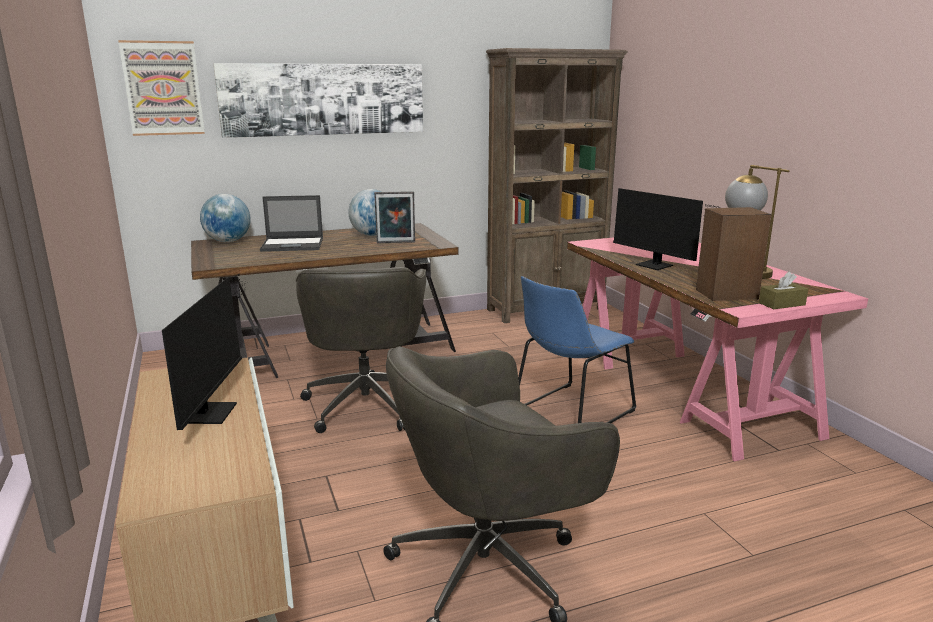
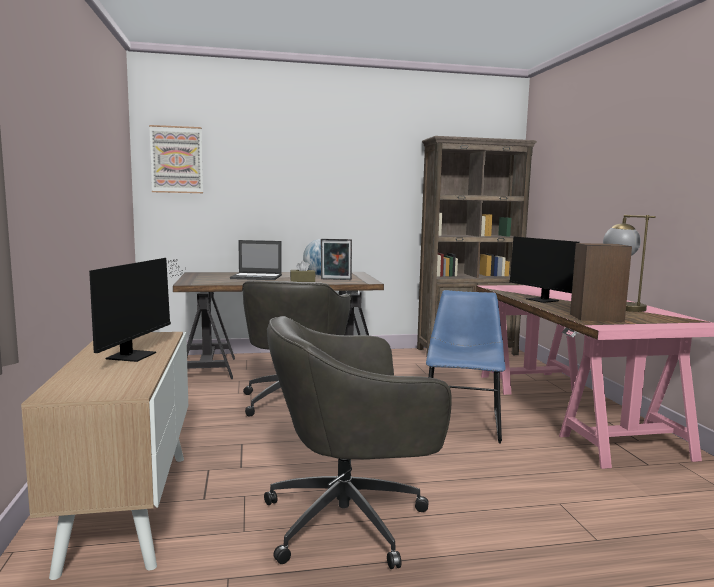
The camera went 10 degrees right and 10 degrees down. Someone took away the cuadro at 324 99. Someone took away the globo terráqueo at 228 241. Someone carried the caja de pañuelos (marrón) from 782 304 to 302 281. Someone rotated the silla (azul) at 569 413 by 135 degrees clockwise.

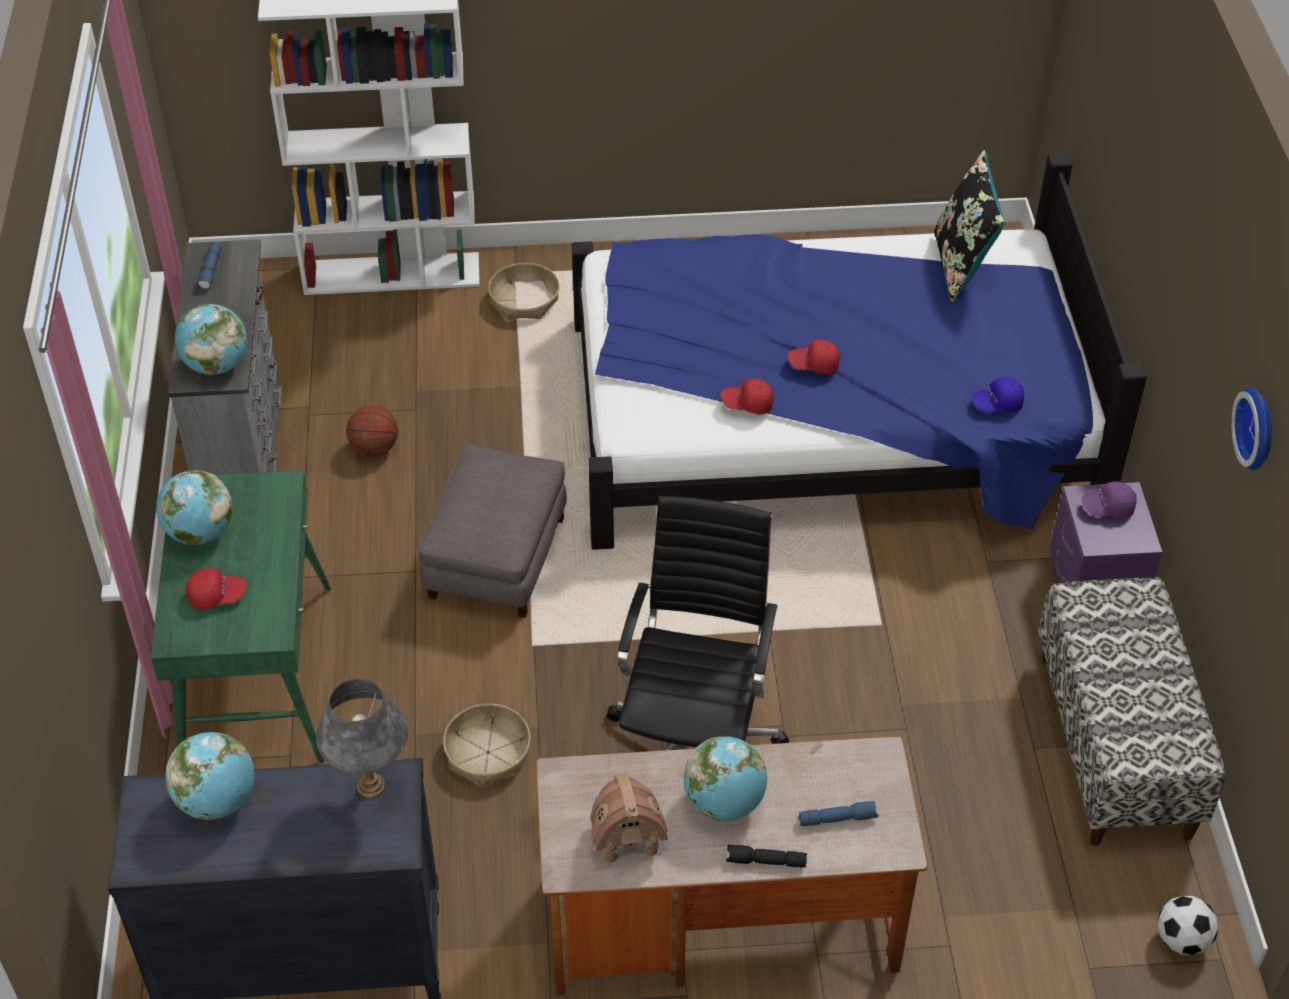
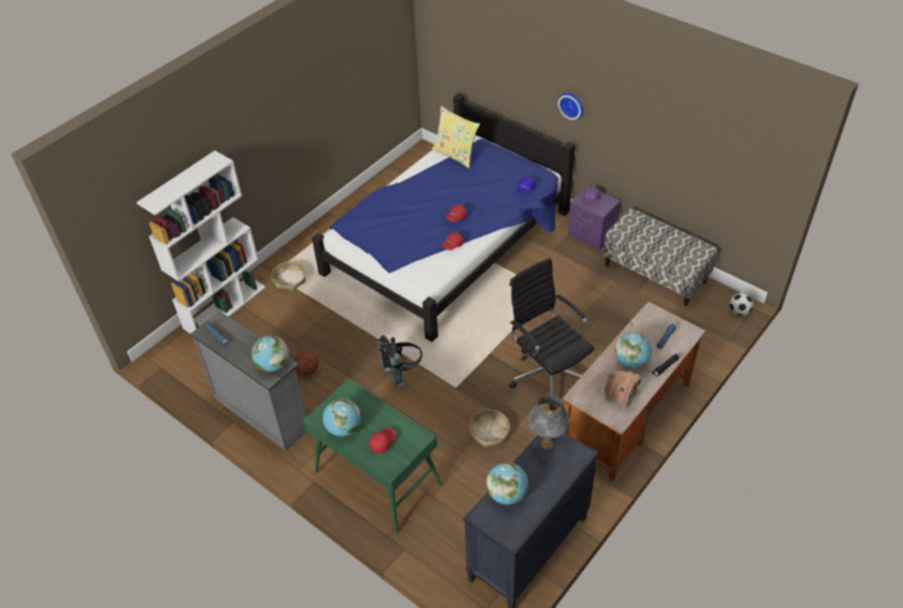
The camera went 45 degrees left and 0 degrees up. Someone repainted the cojín (negro) at 962 265, which became the cojín (amarillo) at 455 155. Someone carried the reloj de pared from 1259 428 to 572 105. Someone swapped the puf (gris) at 496 557 for the mochila (negro) at 403 370.

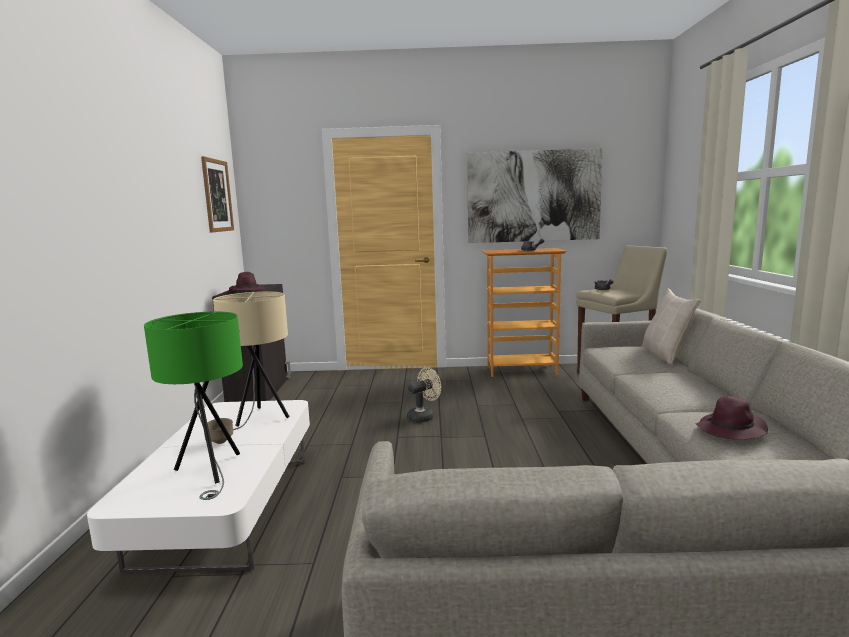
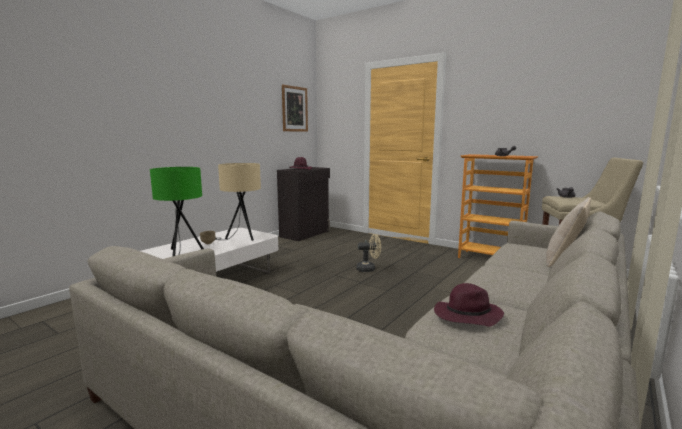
The camera went 35 degrees right and 0 degrees up. Someone took away the cuadro at 533 196.

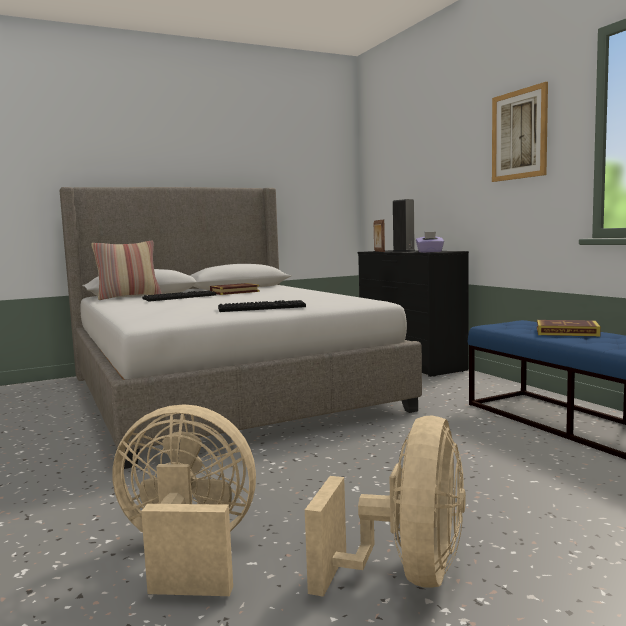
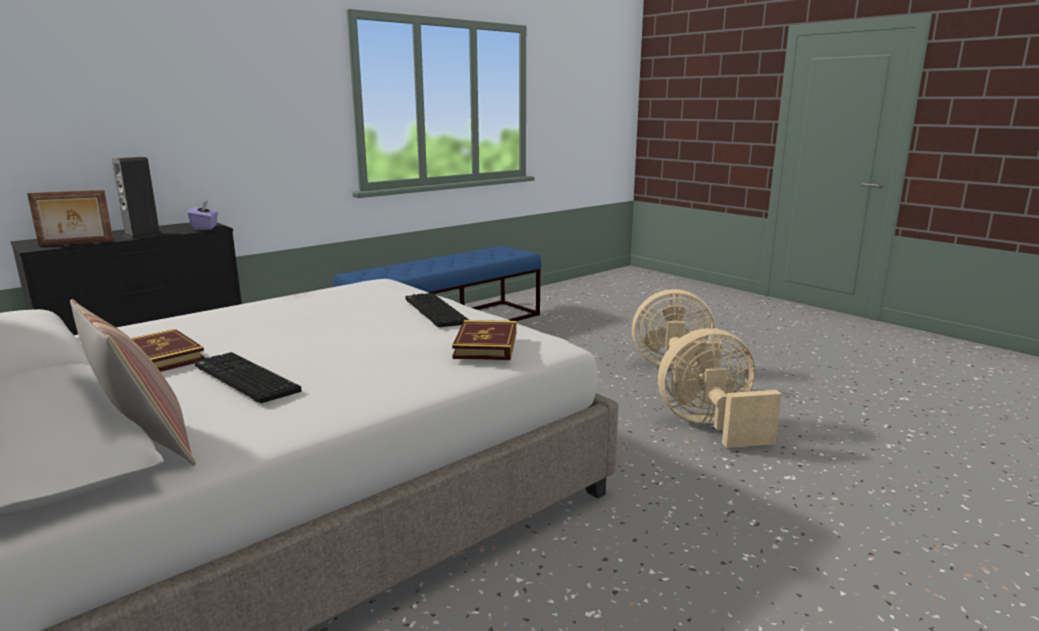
The camera went 105 degrees left and 10 degrees up. Someone took away the cuadro at 519 134. Someone carried the libro from 567 332 to 486 345. Someone rotated the ventilador (beis) at 188 554 by 90 degrees clockwise.

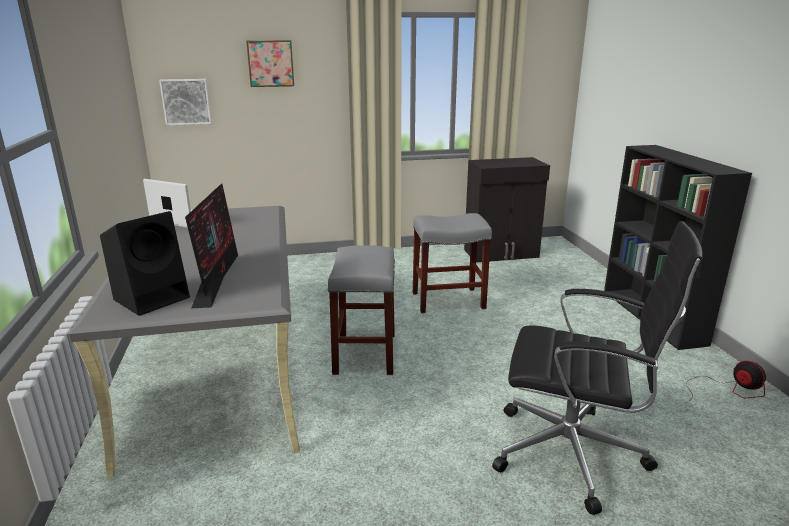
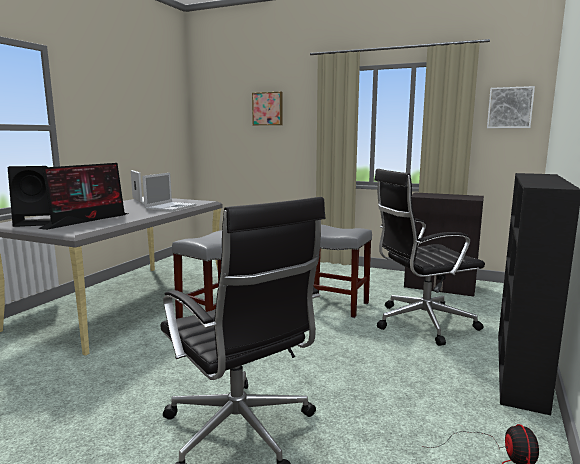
The camera went 35 degrees right and 10 degrees down. Someone carried the cuadro from 186 101 to 510 108. Someone put down the silla de oficina (negro) at 421 323. Someone put down the portátil at 171 207.

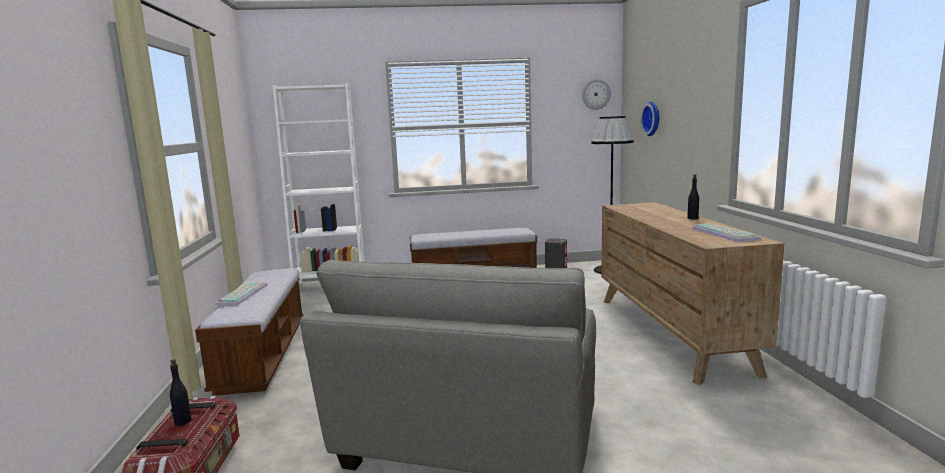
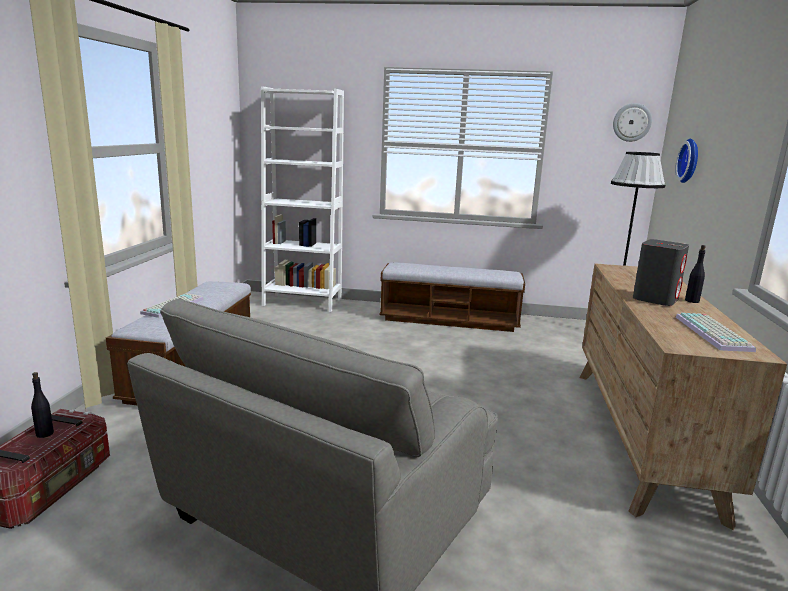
The camera went 15 degrees right and 5 degrees up. Someone carried the altavoz (gris) from 556 269 to 655 299.

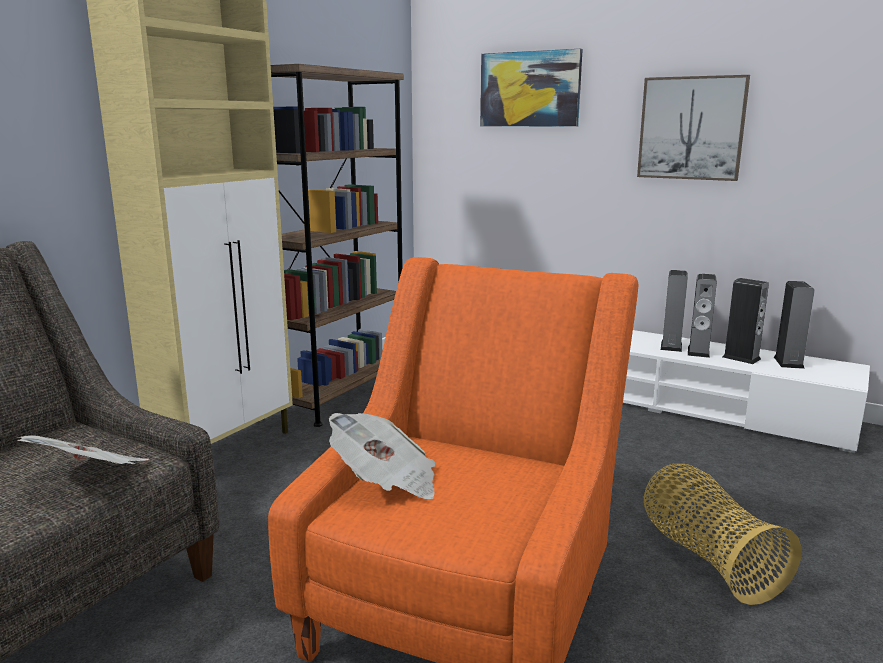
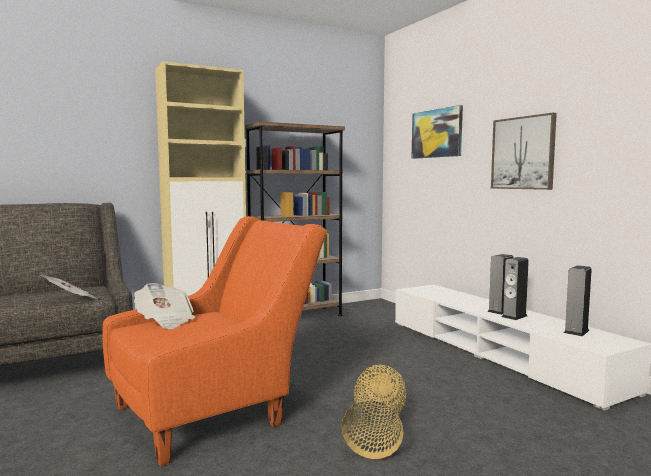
The camera went 30 degrees right and 10 degrees down. Someone took away the altavoz at 741 358.

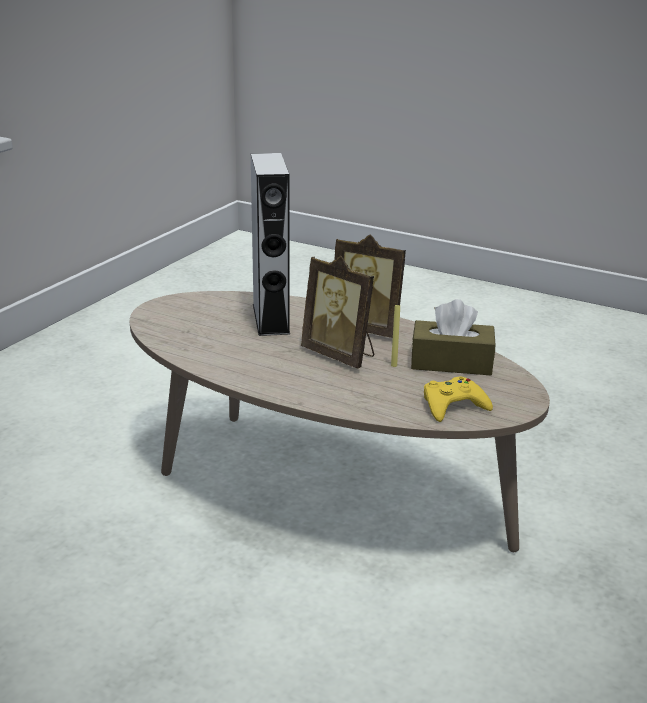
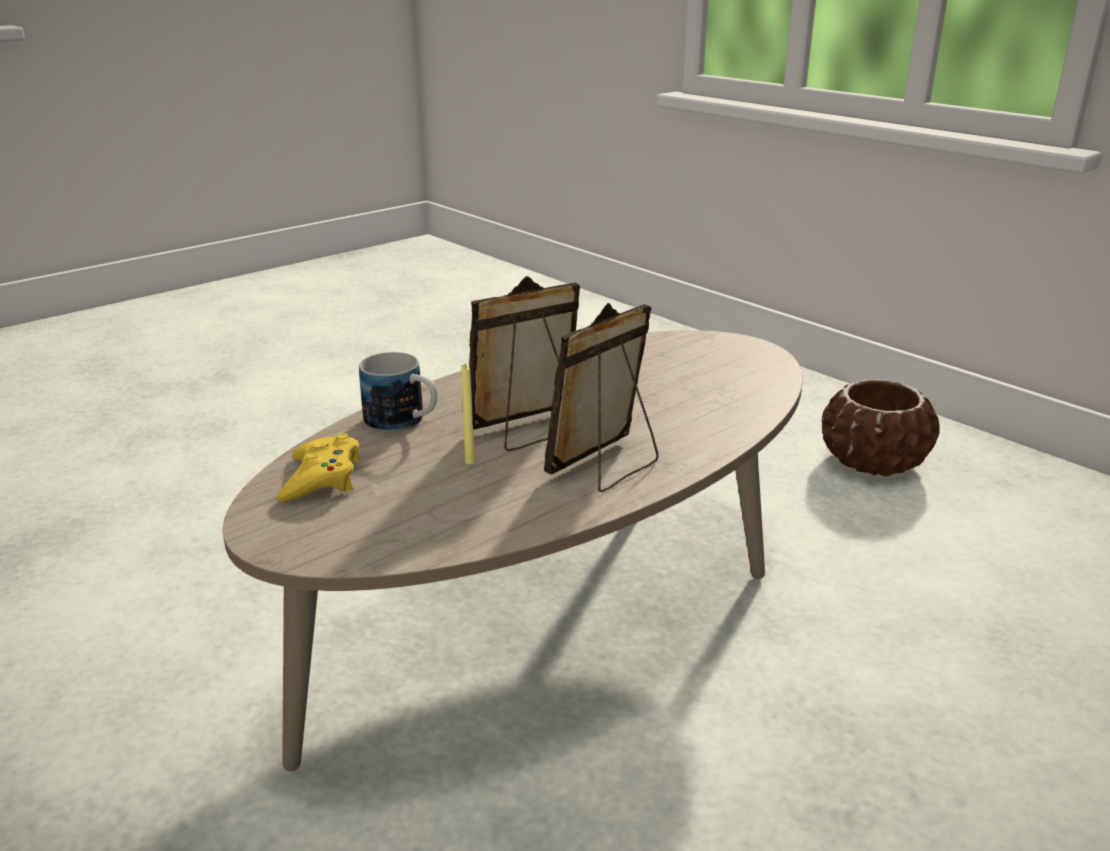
The camera went 110 degrees right and 0 degrees up. Someone took away the altavoz (gris) at 270 318. Someone took away the caja de pañuelos (marrón) at 451 363. Someone put down the taza grande at 404 423. Someone put down the maceta (marrón) at 873 461.

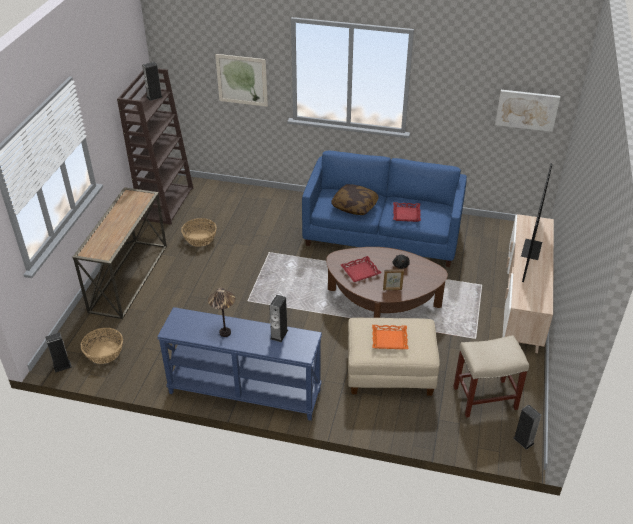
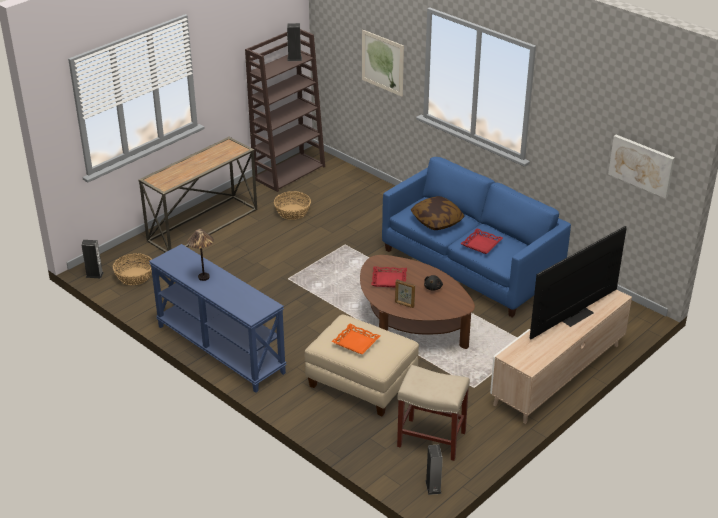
The camera went 30 degrees right and 5 degrees down. Someone took away the altavoz at 279 334.

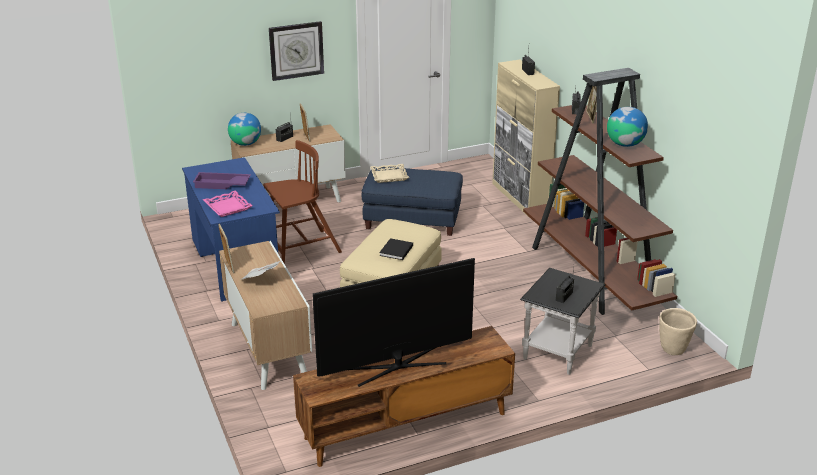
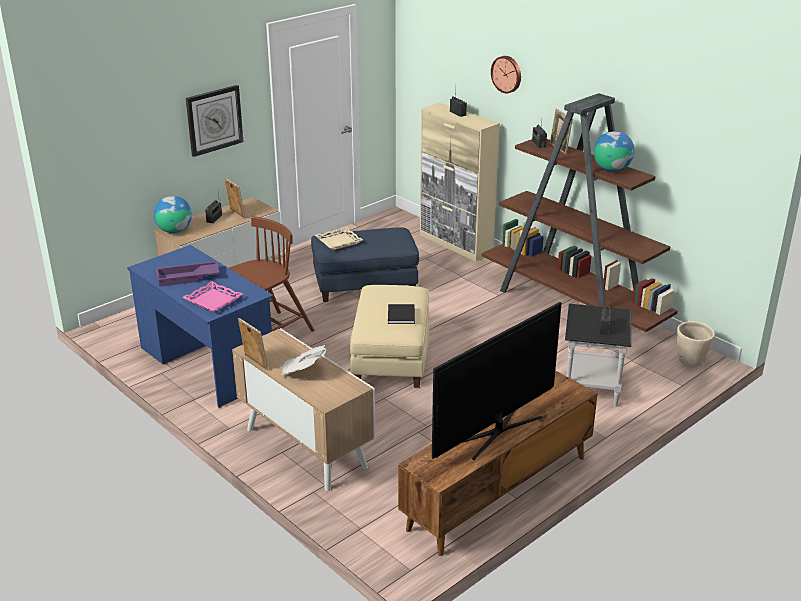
The camera went 20 degrees left and 0 degrees up. Someone put up the reloj de pared at 507 74.

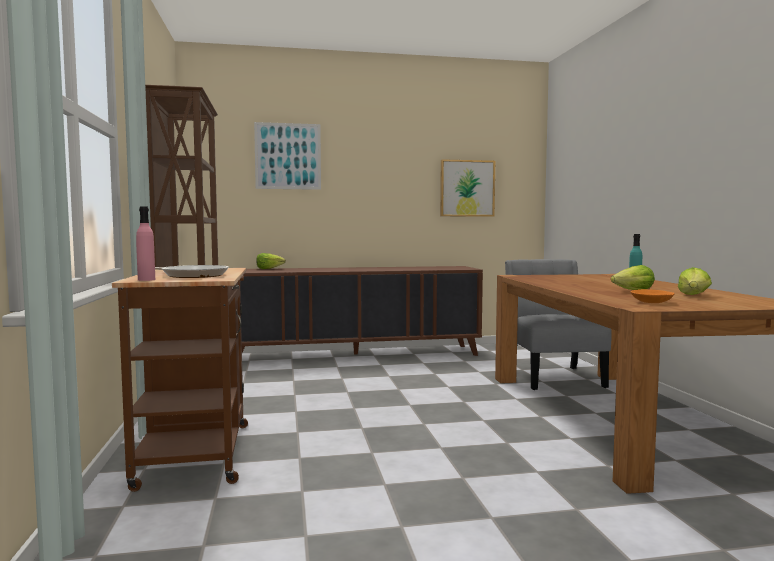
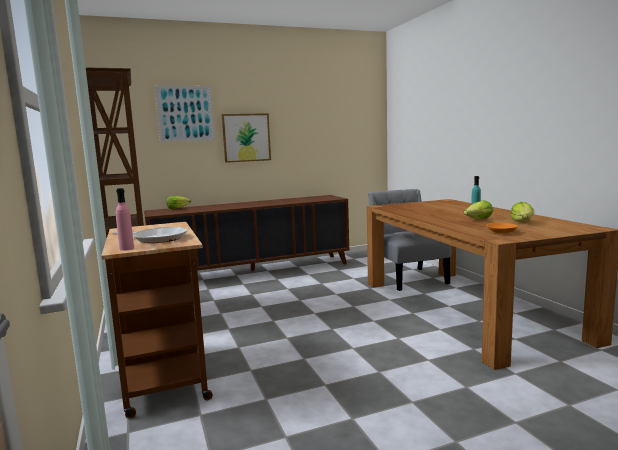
The camera went 10 degrees left and 5 degrees up. Someone carried the cuadro from 467 188 to 246 137.

